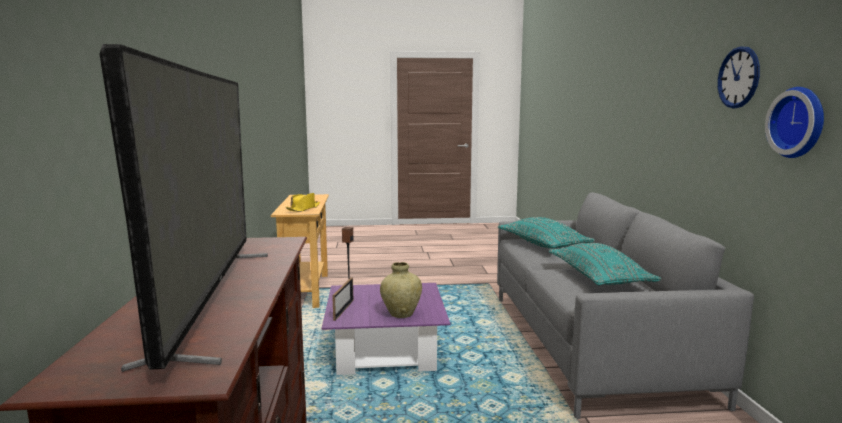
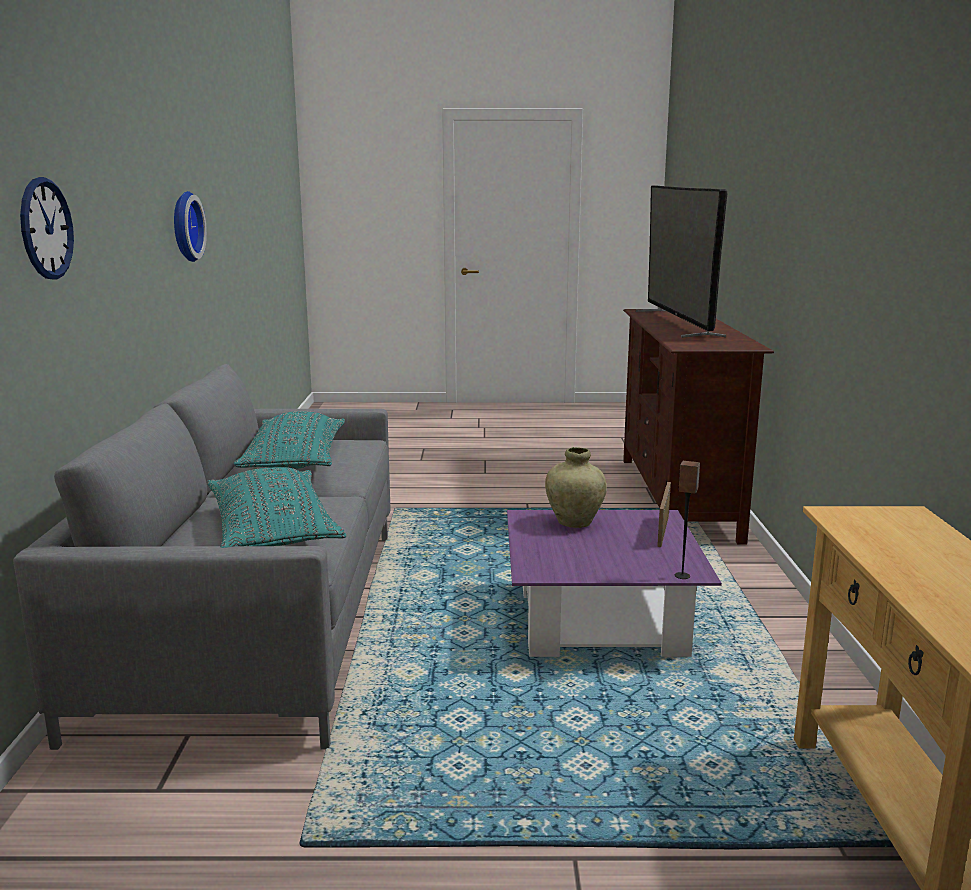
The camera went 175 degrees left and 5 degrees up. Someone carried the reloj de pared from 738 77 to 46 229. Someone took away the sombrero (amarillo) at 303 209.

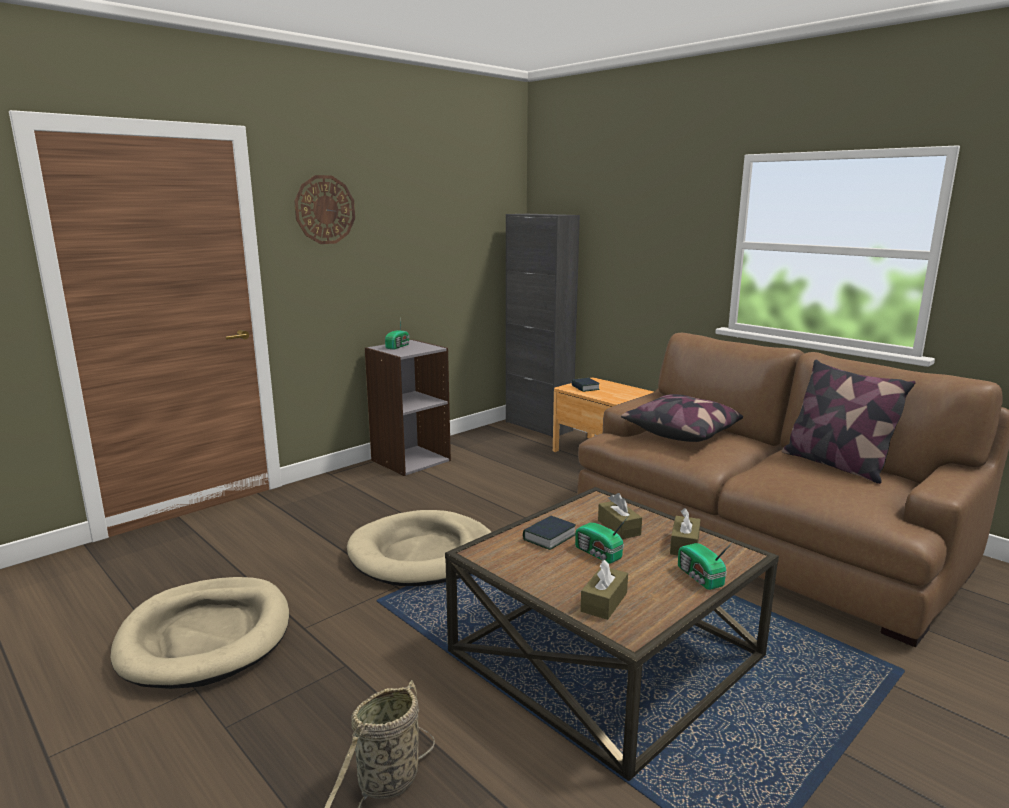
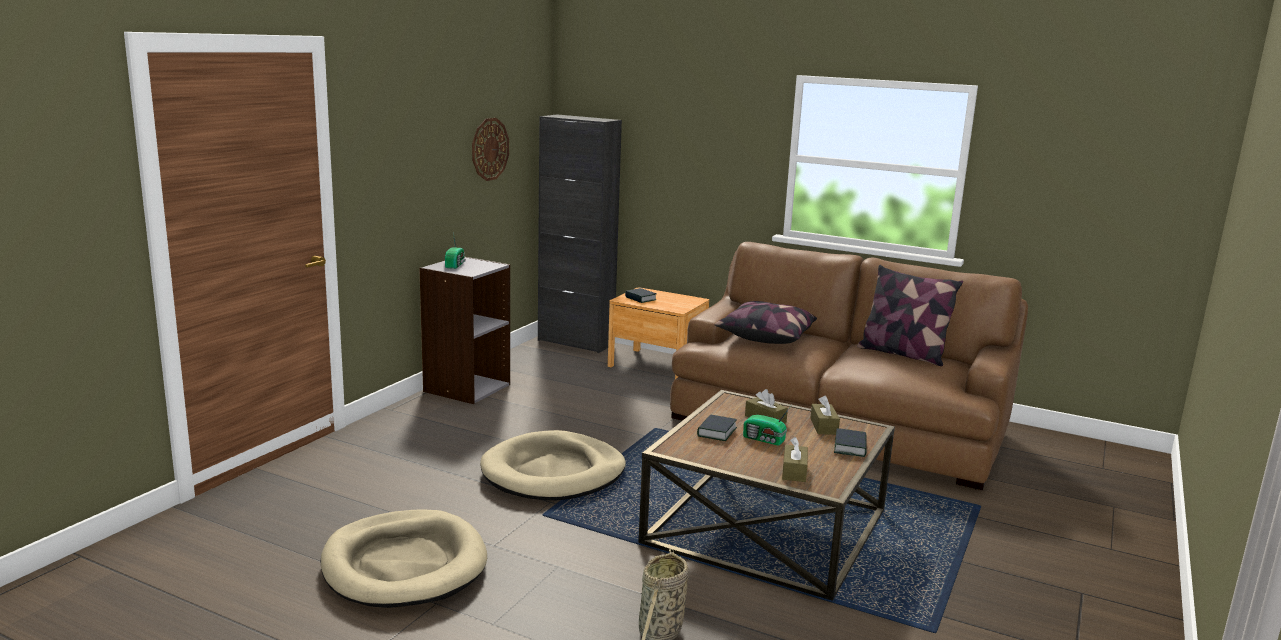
The camera went 20 degrees left and 0 degrees up. Someone carried the reloj de pared from 325 210 to 489 149. Someone swapped the radio at 700 577 for the libro at 850 447.

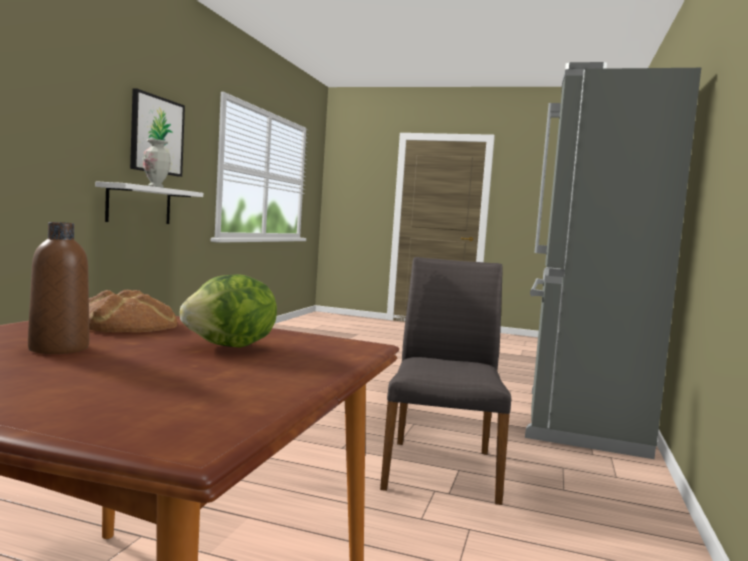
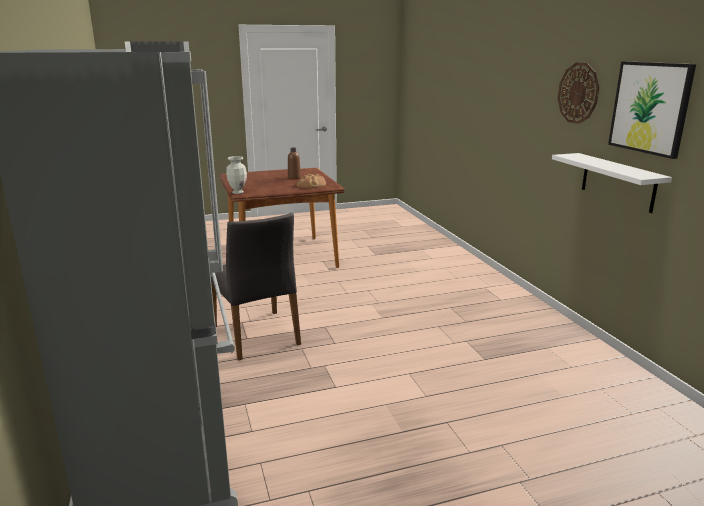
The camera went 145 degrees right and 15 degrees up. Someone carried the florero from 156 187 to 237 192. Someone took away the lechuga at 231 347. Someone put up the reloj de pared at 578 93.

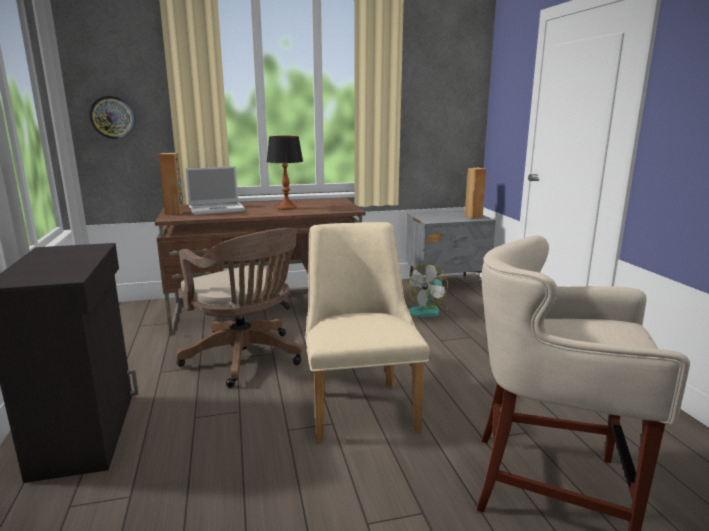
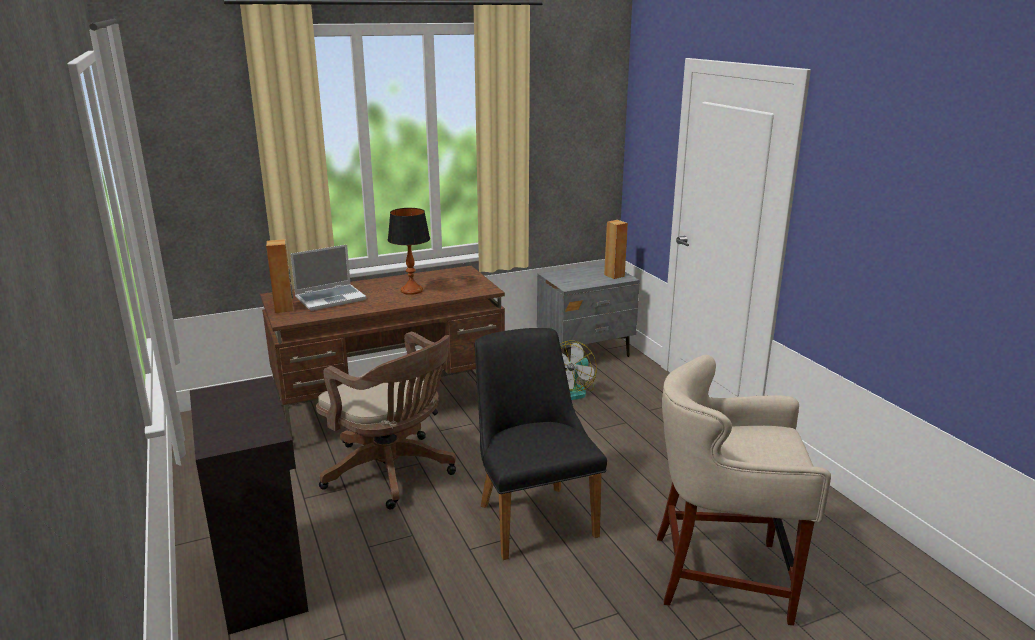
The camera went 10 degrees left and 5 degrees up. Someone took away the reloj de pared at 112 117. Someone repainted the silla (beis) at 359 404, which became the silla (negro) at 531 513.

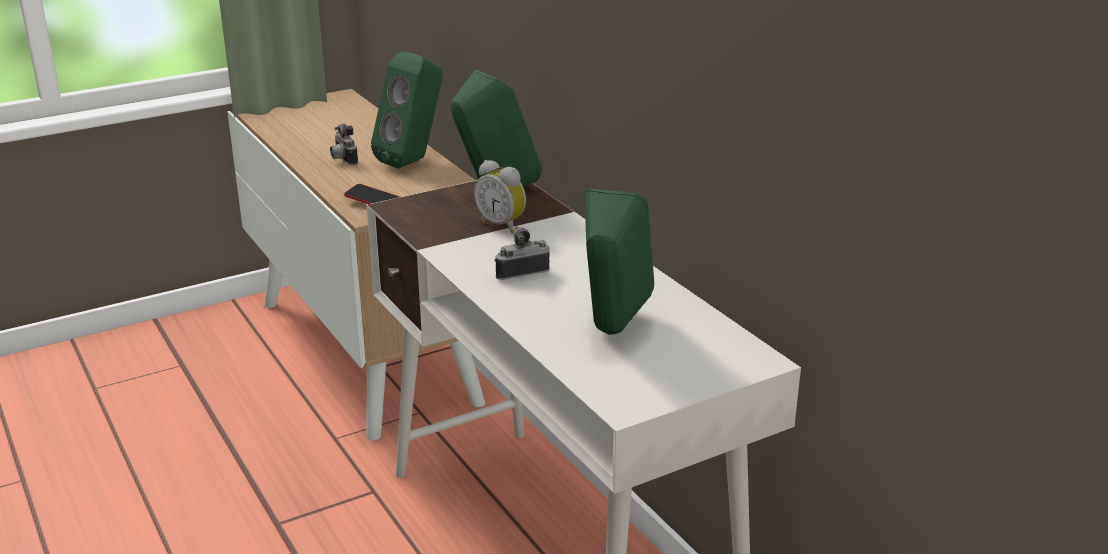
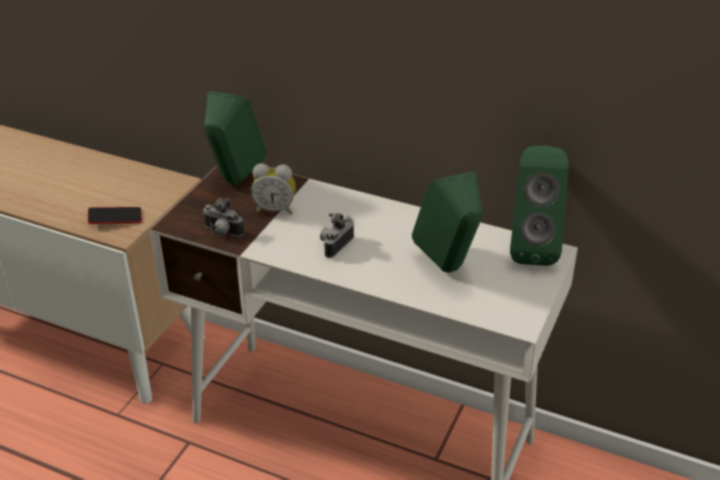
The camera went 35 degrees left and 10 degrees up. Someone carried the altavoz (verde) from 413 161 to 531 248. Someone carried the cámara from 342 160 to 222 233.

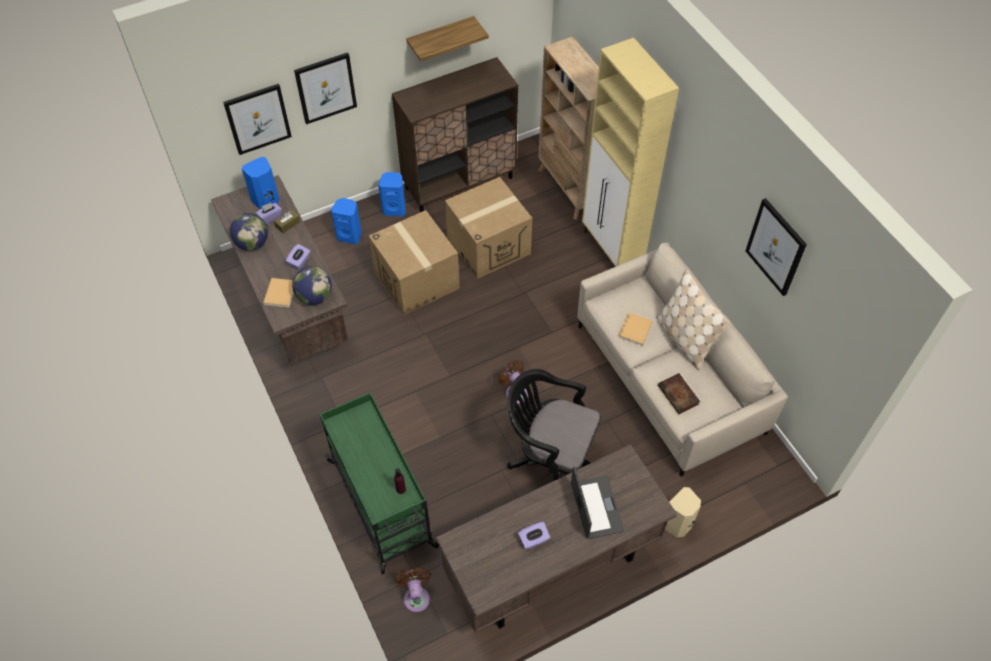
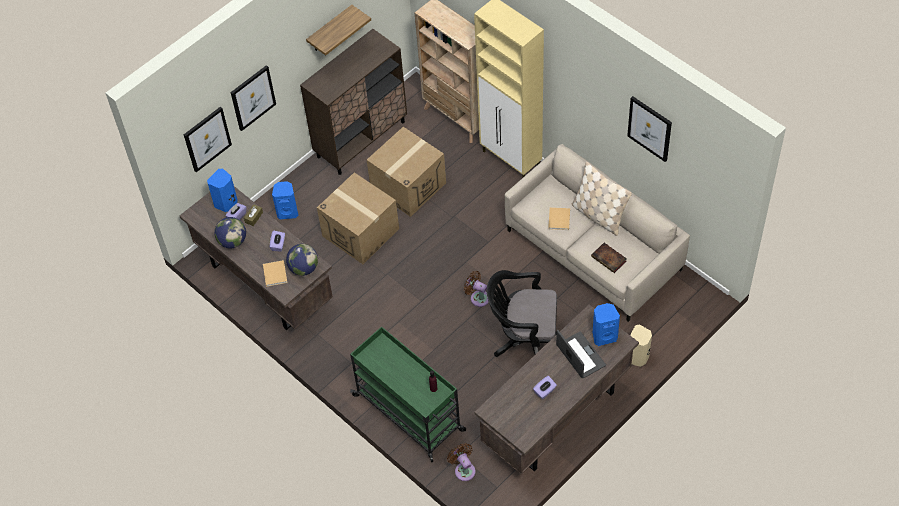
The camera went 15 degrees left and 0 degrees up. Someone carried the altavoz (azul) from 395 209 to 604 336.

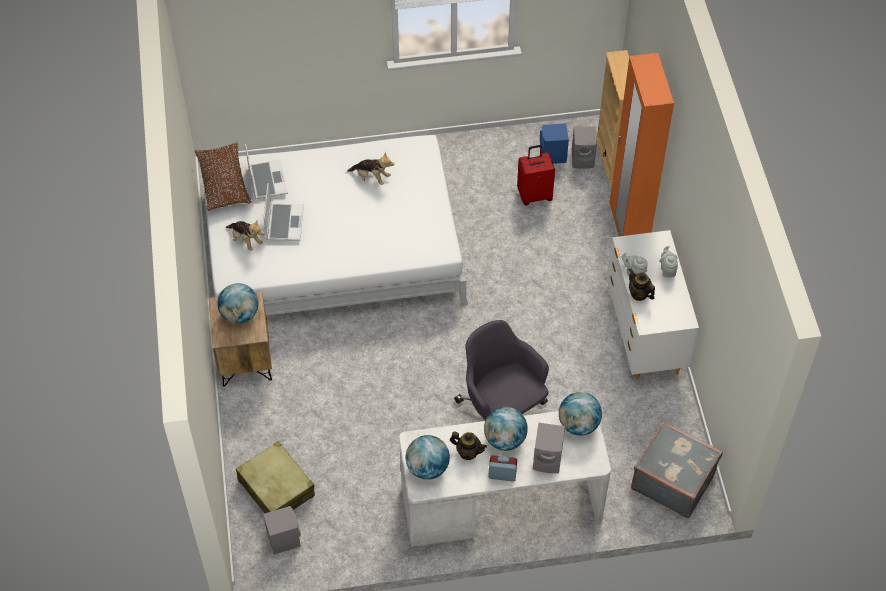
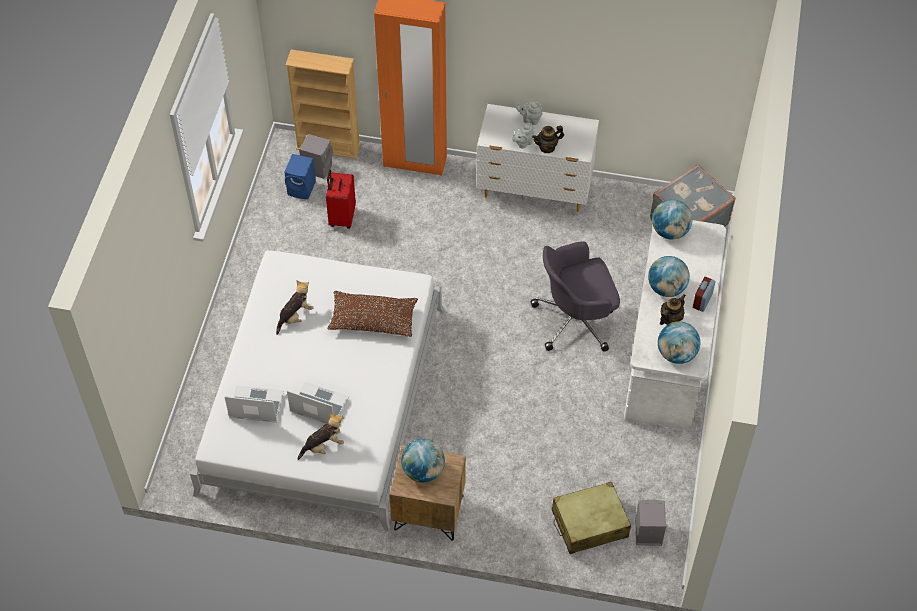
The camera went 70 degrees left and 0 degrees up. Someone carried the cojín (marrón) from 223 182 to 373 320. Someone took away the altavoz (gris) at 548 459.

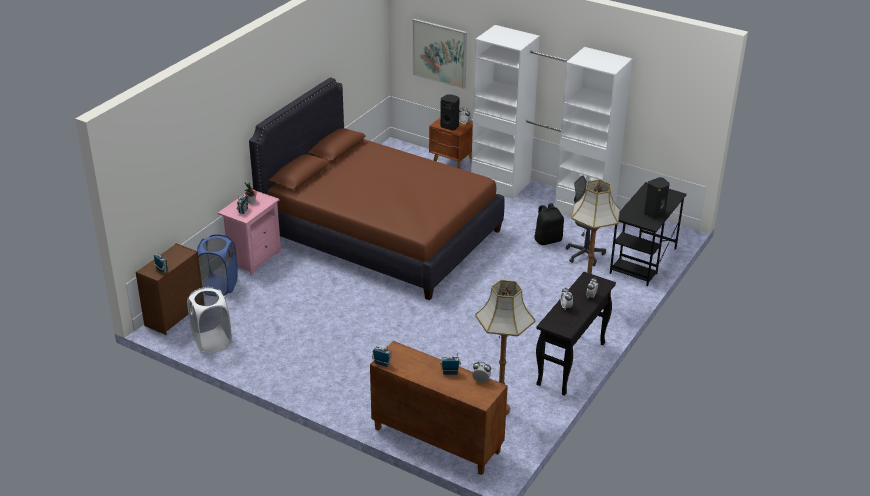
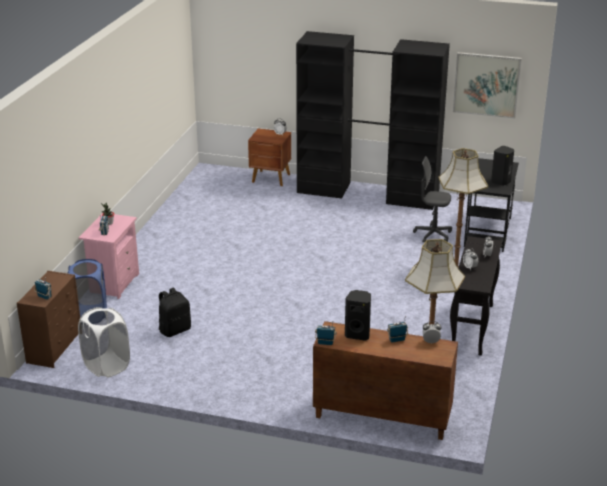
The camera went 15 degrees left and 5 degrees down. Someone carried the cuadro from 440 53 to 486 85. Someone repainted the armario ropero (blanco) at 542 197, which became the armario ropero (negro) at 368 193. Someone took away the cama (marrón) at 381 234. Someone carried the altavoz (negro) from 450 126 to 358 334. Someone carried the mochila (negro) from 548 240 to 175 330.

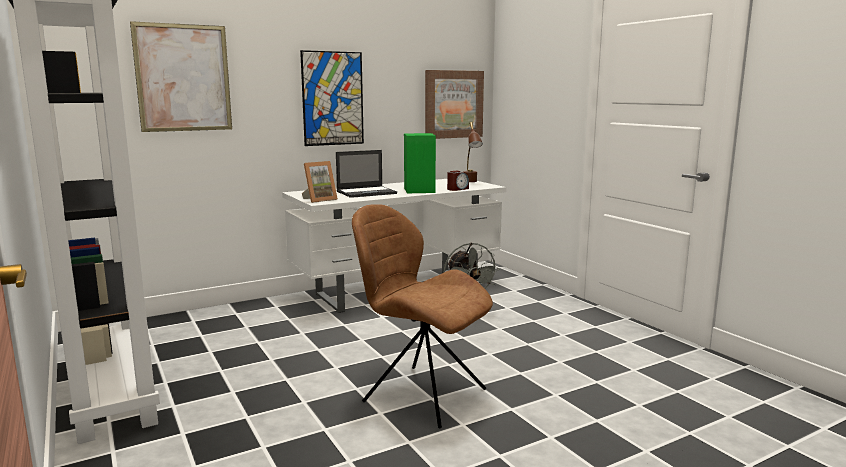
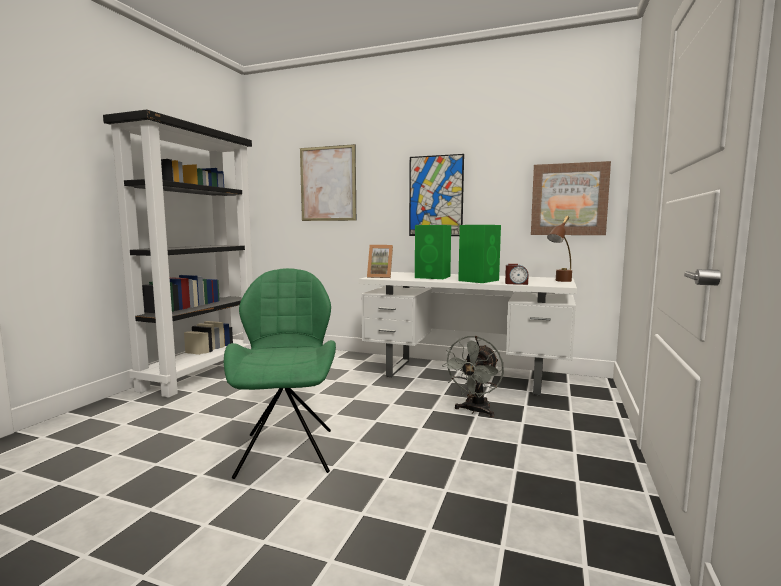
The camera went 50 degrees right and 5 degrees down. Someone swapped the portátil at 367 192 for the altavoz (verde) at 433 277. Someone repainted the silla (marrón) at 421 394, which became the silla (verde) at 287 450.

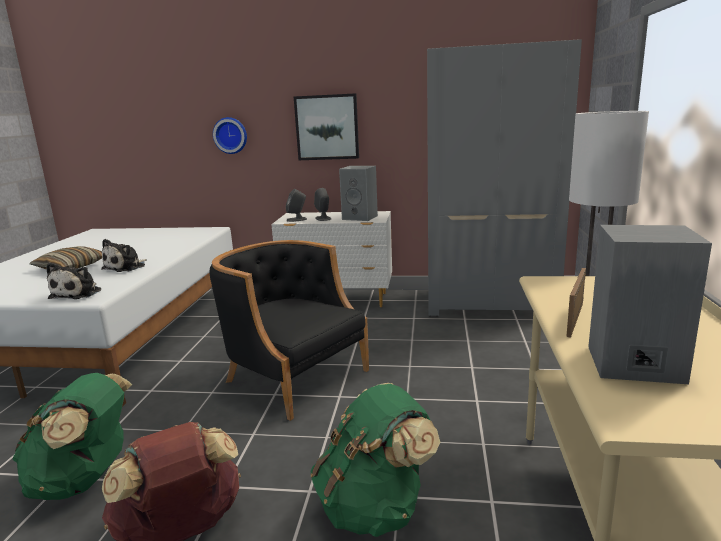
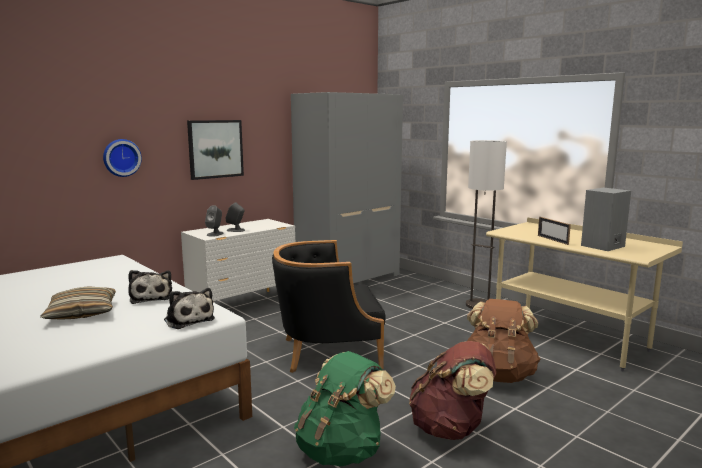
The camera went 50 degrees left and 5 degrees down. Someone took away the altavoz (gris) at 361 217. Someone repainted the mochila (verde) at 374 507, which became the mochila (marrón) at 498 375.

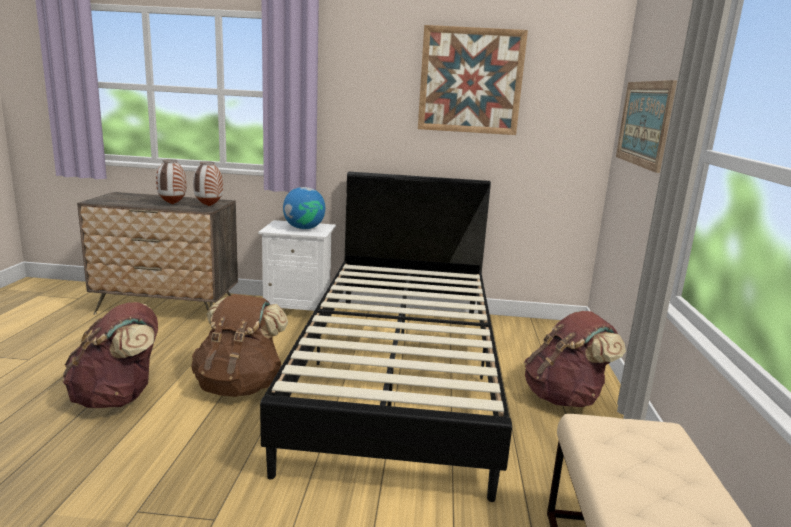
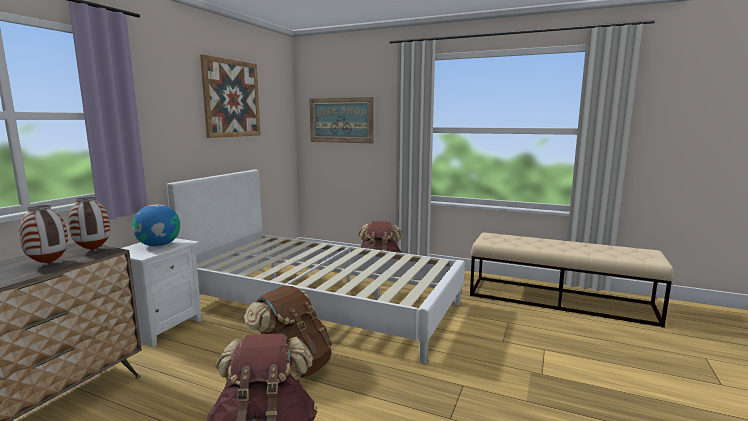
The camera went 70 degrees left and 5 degrees down. Someone repainted the cama (negro) at 399 373, which became the cama (blanco) at 321 305.

